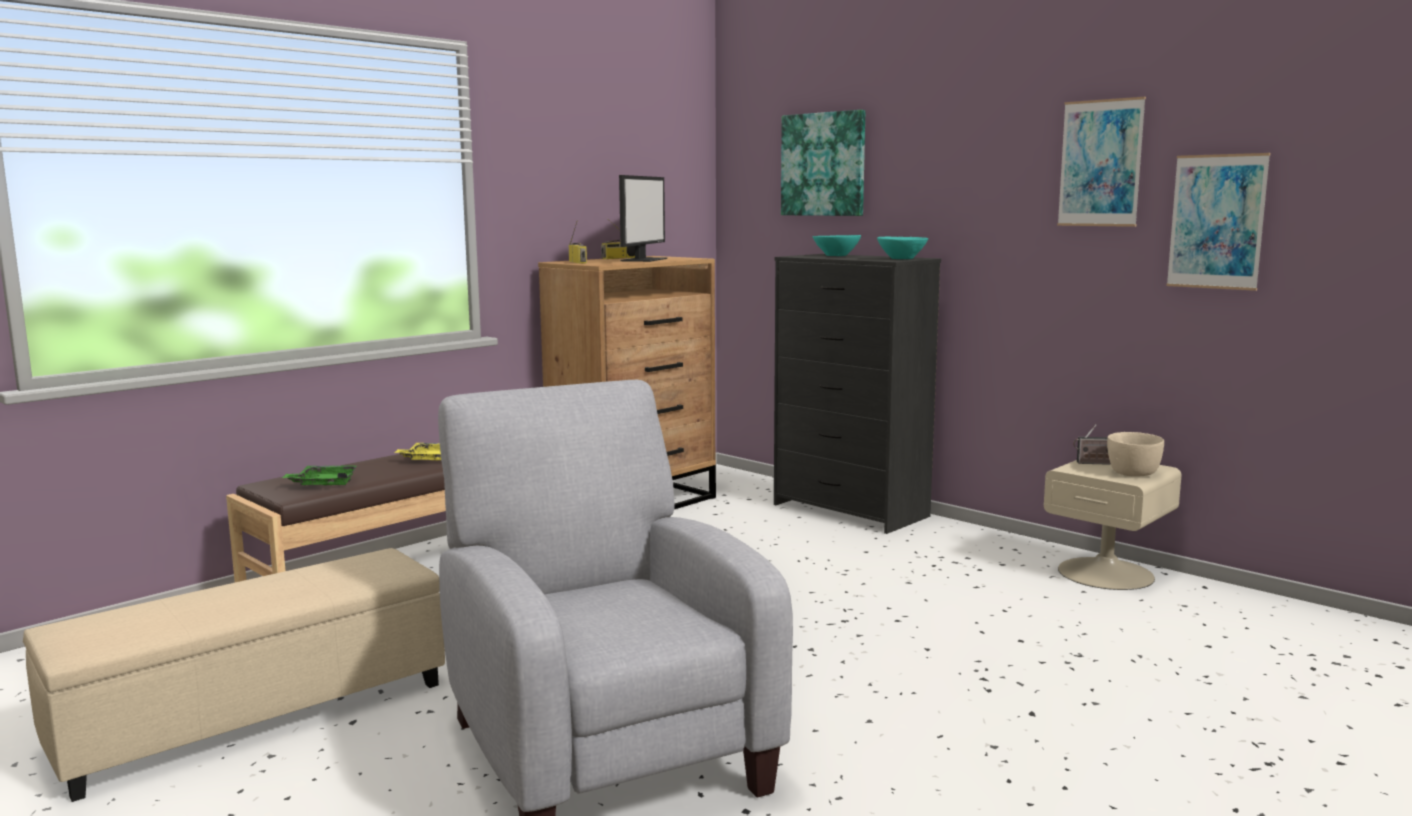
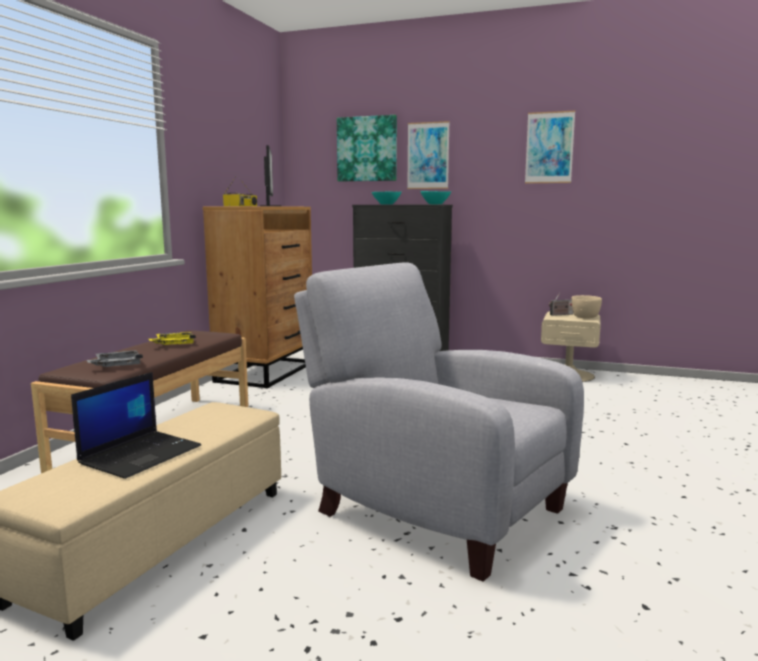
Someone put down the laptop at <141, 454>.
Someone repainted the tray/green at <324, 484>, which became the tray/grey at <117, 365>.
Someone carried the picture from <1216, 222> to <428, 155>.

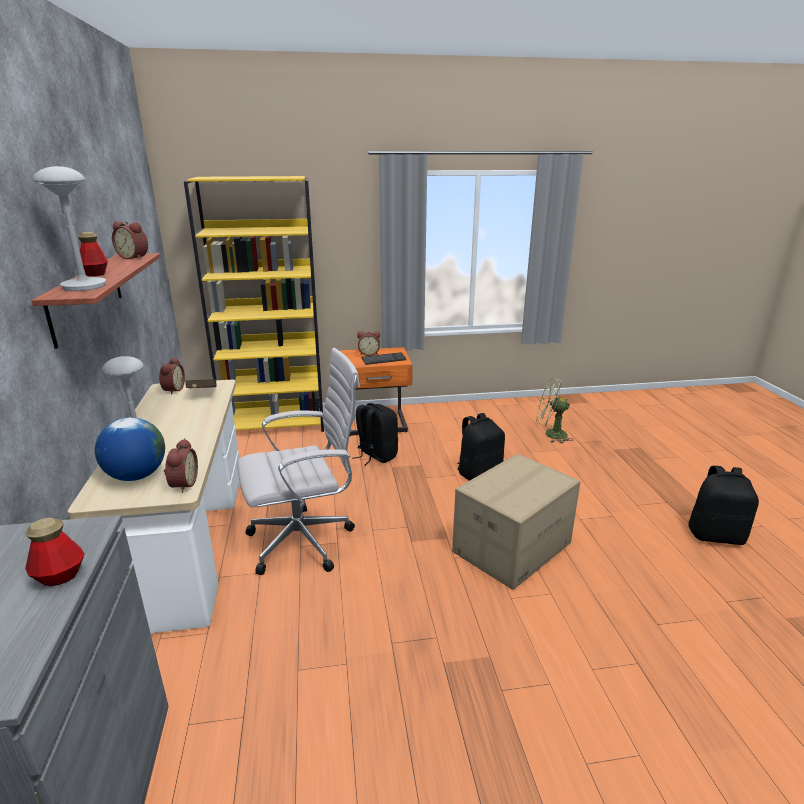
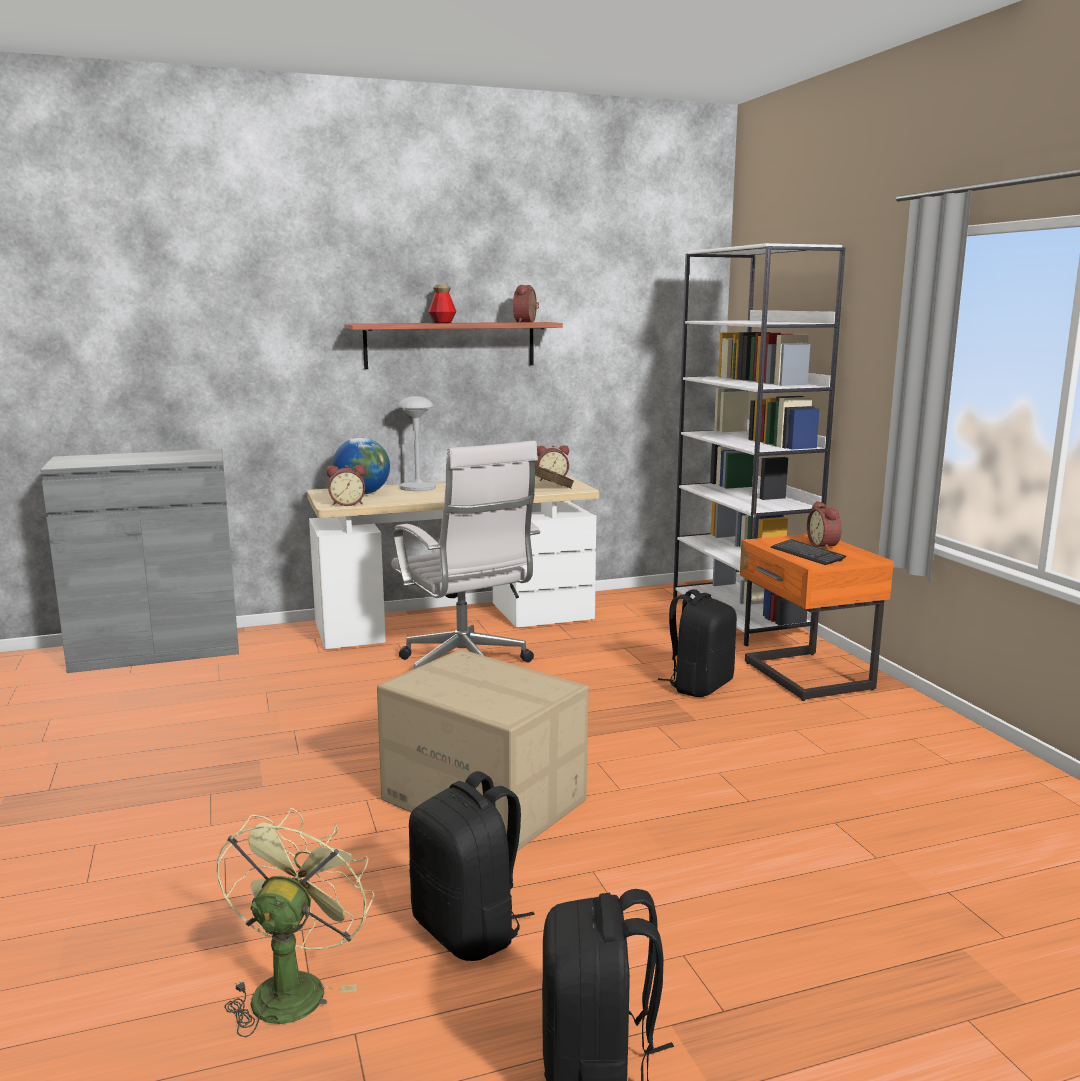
Someone carried the fan/green from <550, 434> to <292, 986>.
Someone carried the backpack/black from <479, 473> to <469, 930>.
Someone repainted the bookcase/yellow at <275, 423>, which became the bookcase/white at <741, 617>.
Someone took away the bottle at <60, 576>.
Someone took away the table lamp/grey at <84, 286>.

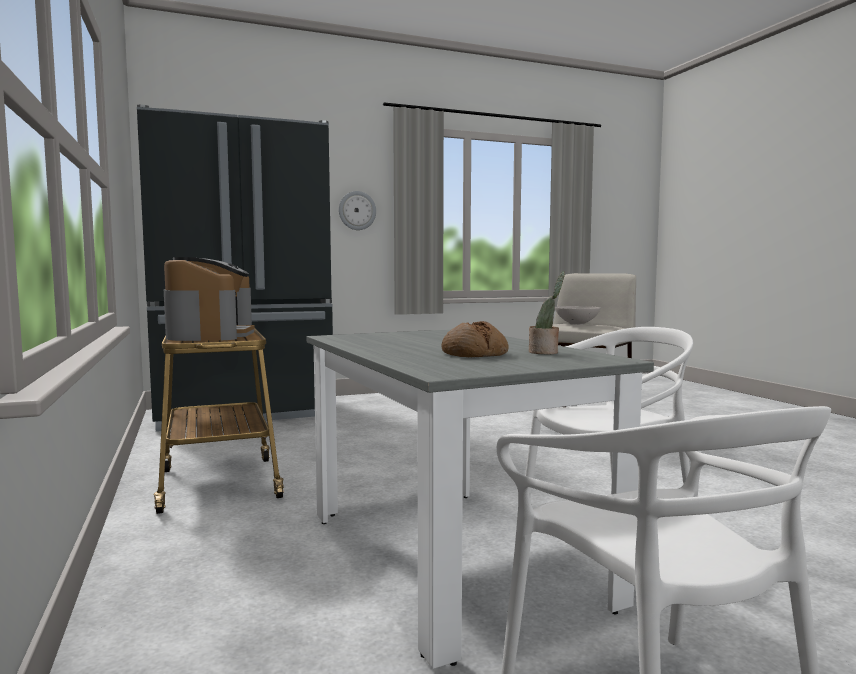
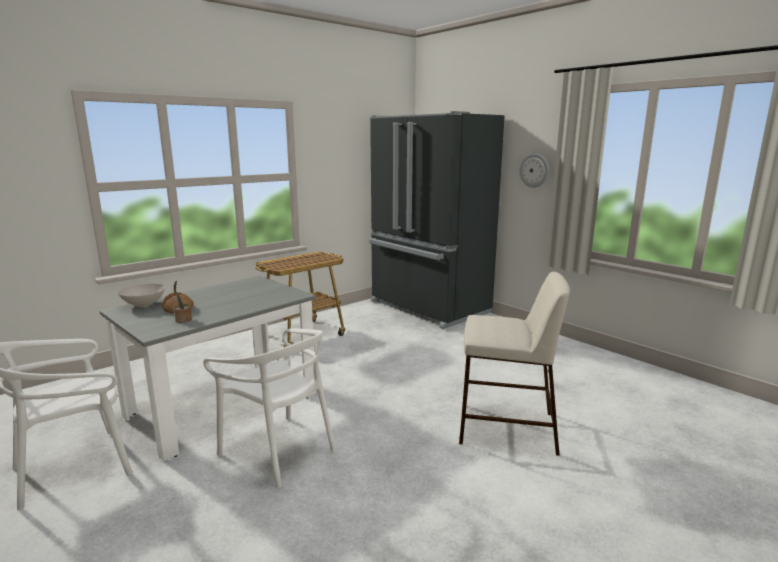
Someone carried the bowl/white from <576, 324> to <143, 304>.
Someone took away the coffee machine at <210, 334>.

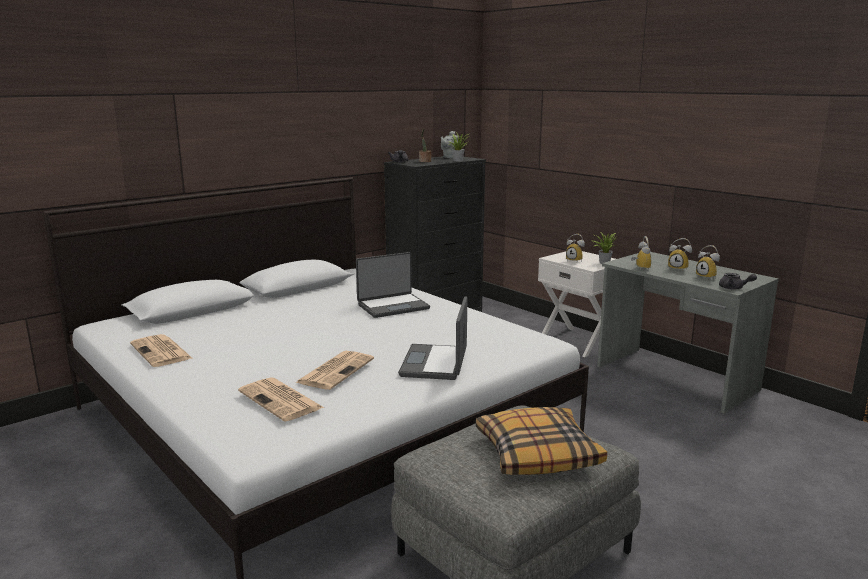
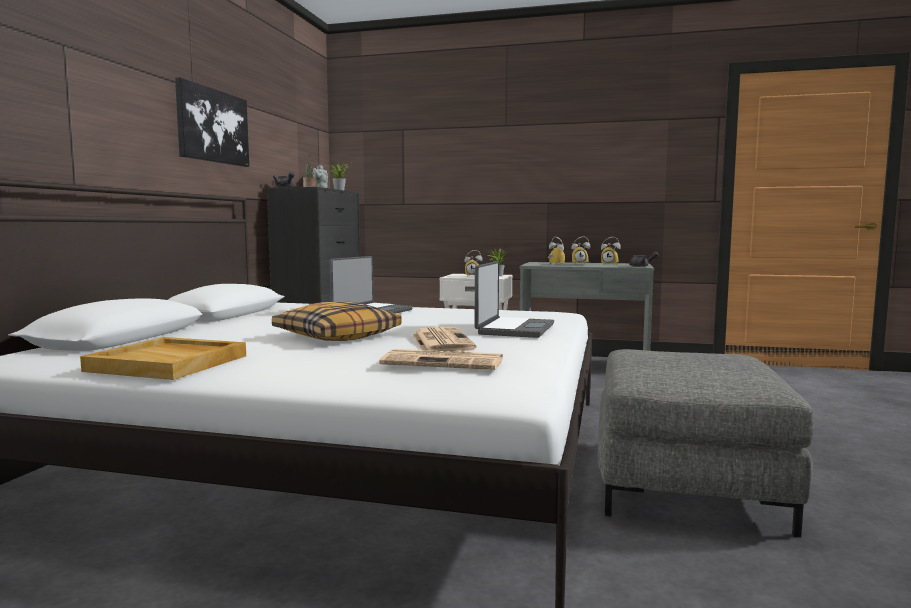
Someone swapped the newspaper at <162, 352> for the tray/beige at <170, 363>.
Someone put up the picture at <212, 126>.
Someone carried the pillow from <537, 453> to <337, 336>.
Someone rotated the laptop at <435, 363> by 135 degrees counterclockwise.

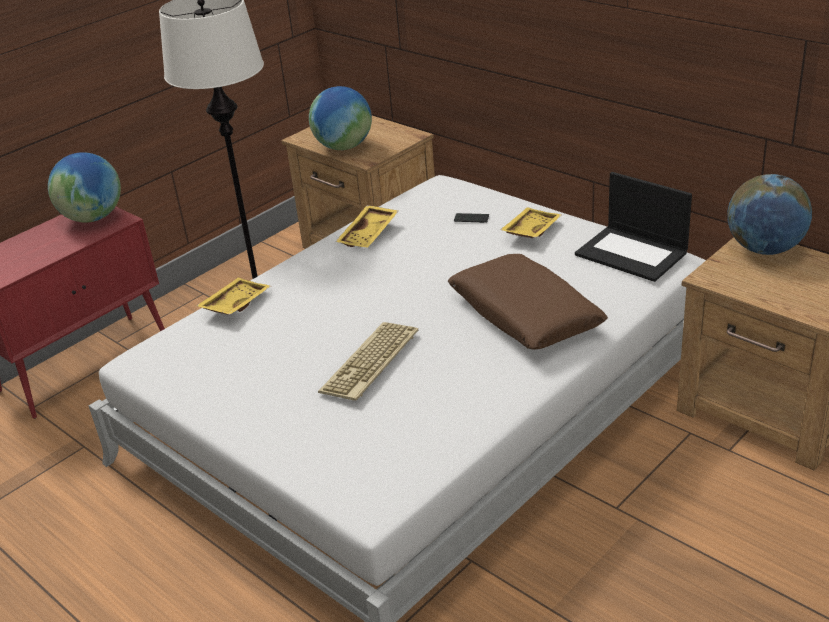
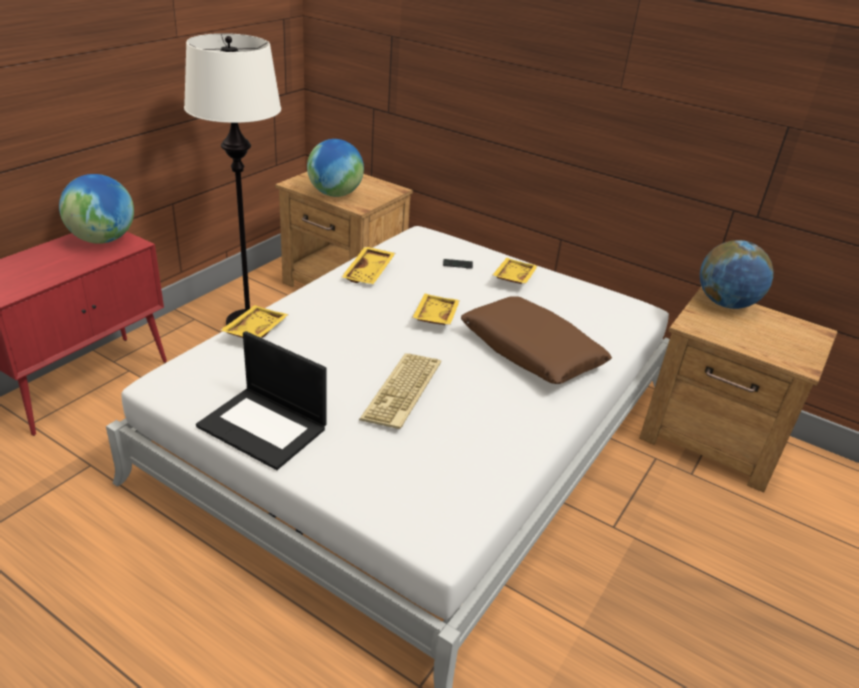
Someone carried the laptop from <632, 253> to <264, 427>.
Someone put down the tray/yellow at <434, 316>.

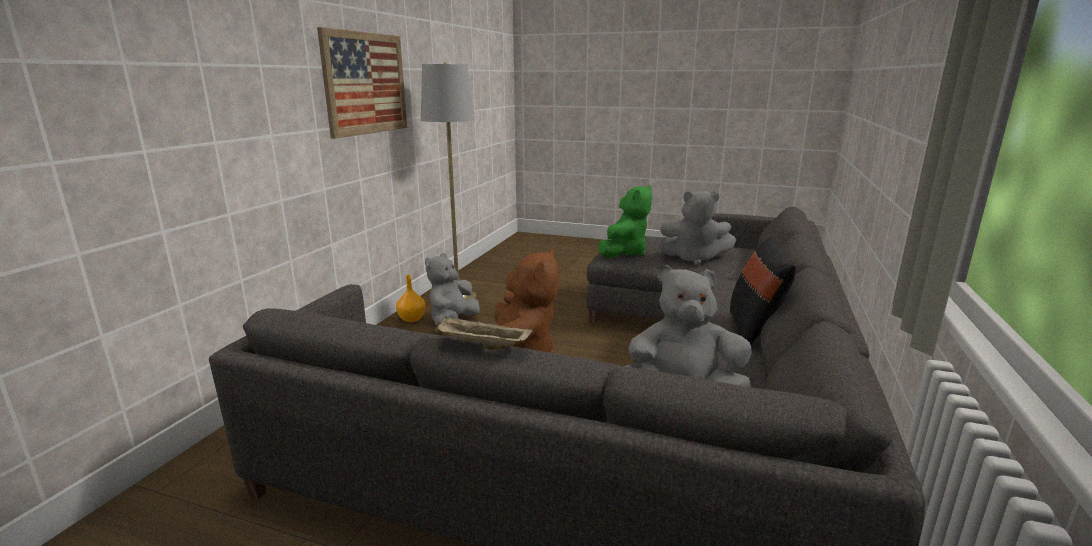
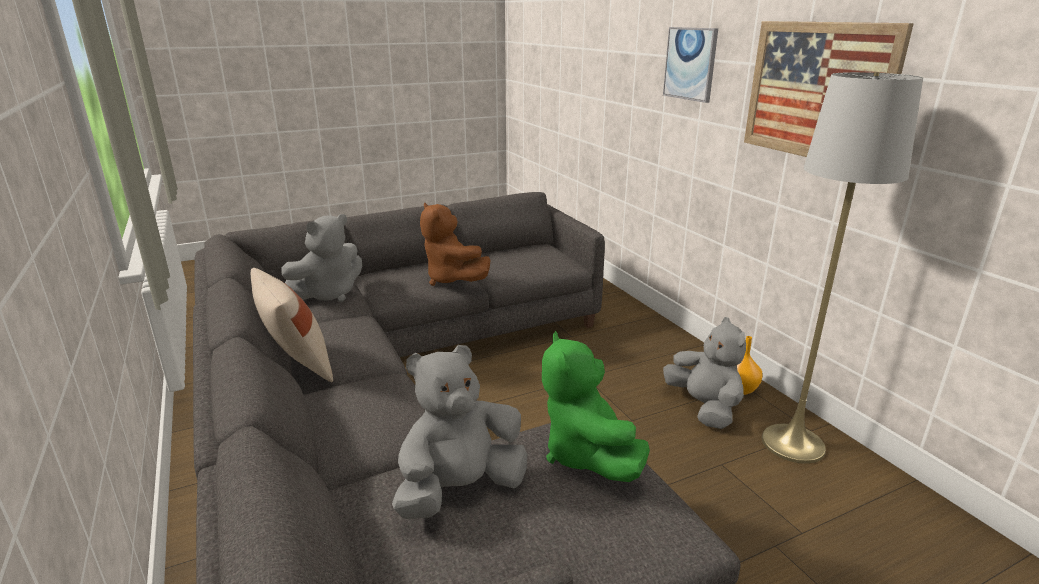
Someone repainted the pillow/black at <754, 332>, which became the pillow/beige at <297, 366>.
Someone put up the picture at <690, 64>.
Someone took away the tray/beige at <481, 346>.

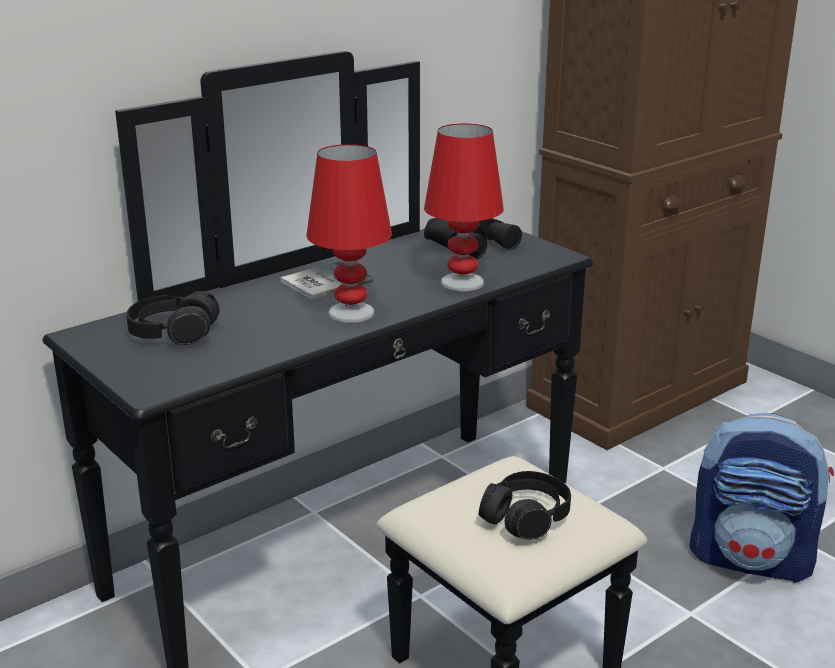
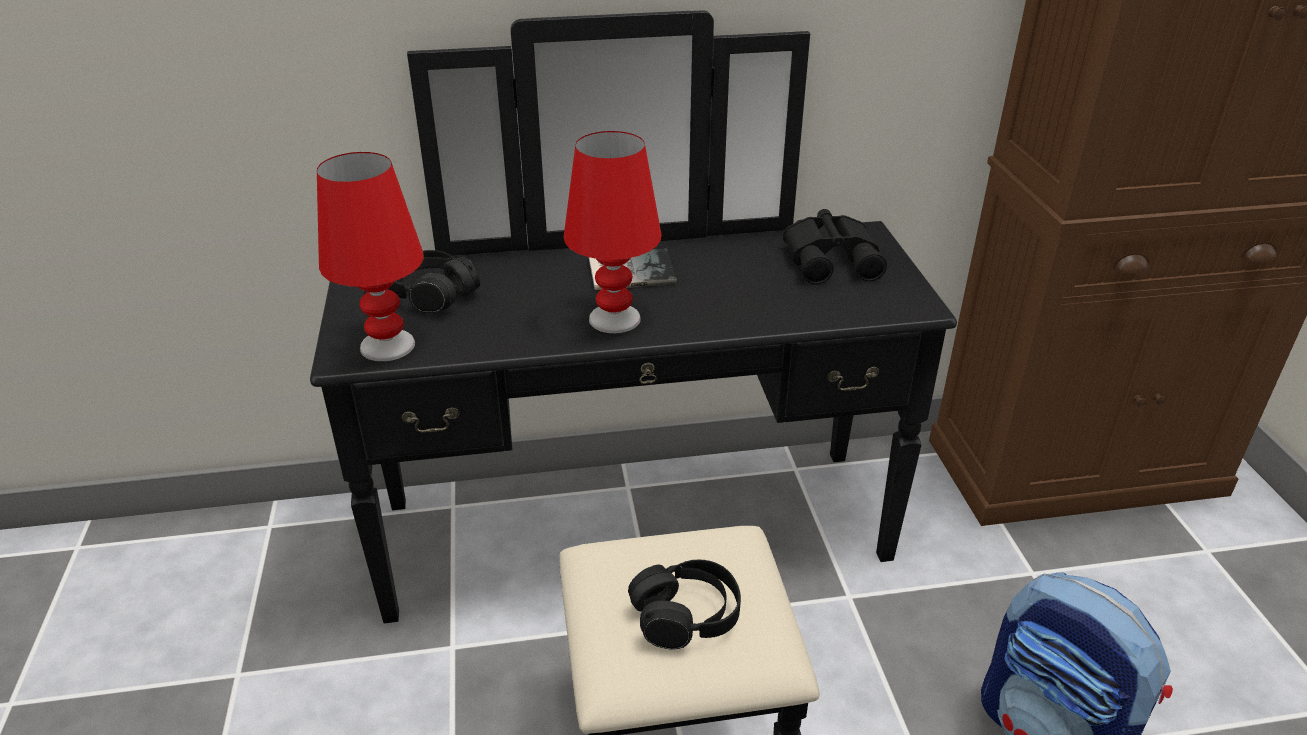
Someone carried the table lamp/red from <463, 282> to <388, 346>.

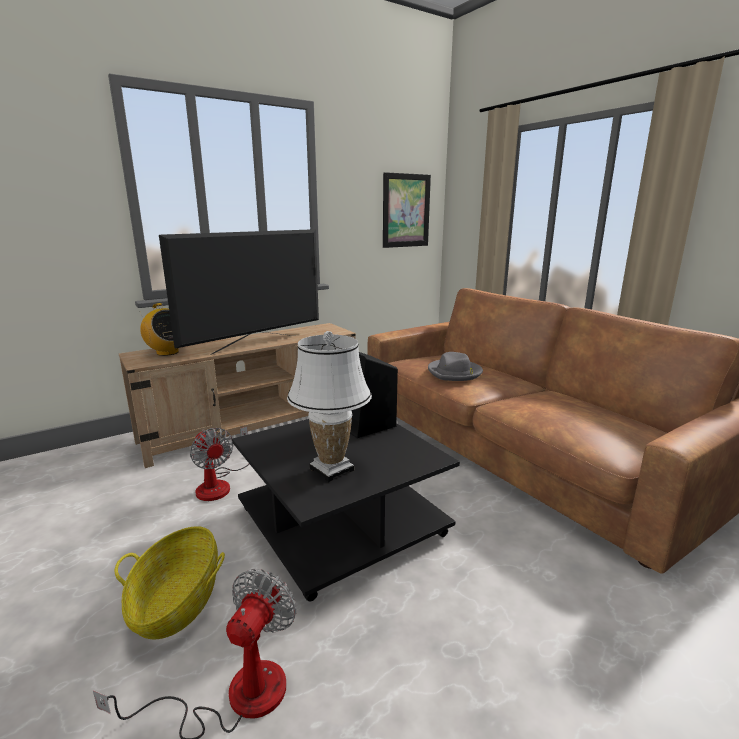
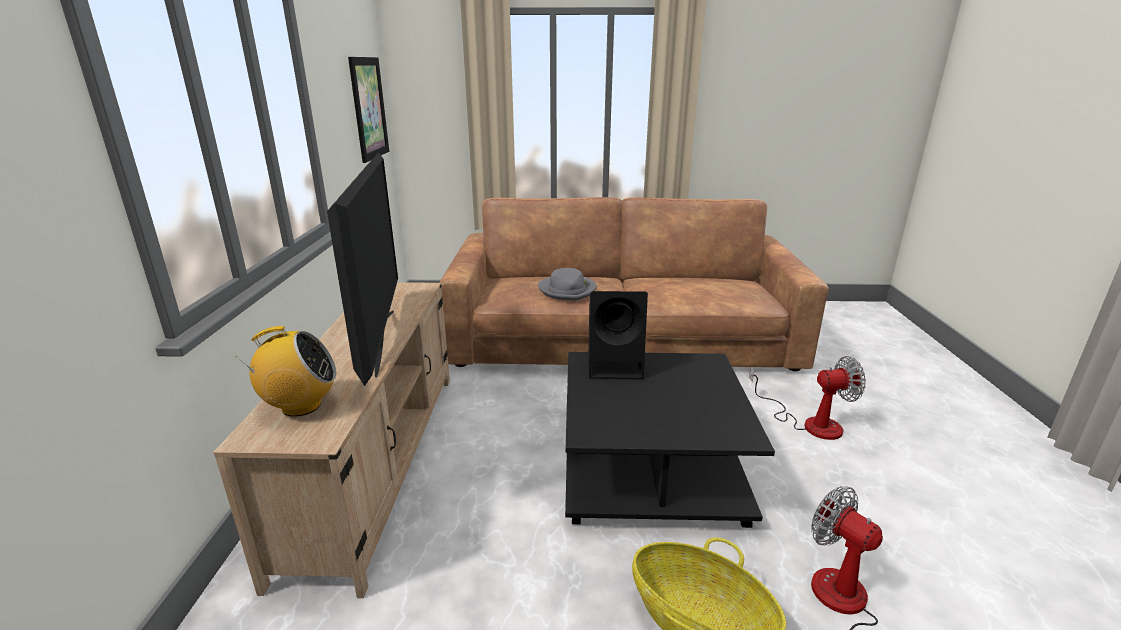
Someone carried the fan from <220, 484> to <809, 423>.
Someone took away the table lamp/white at <332, 469>.

